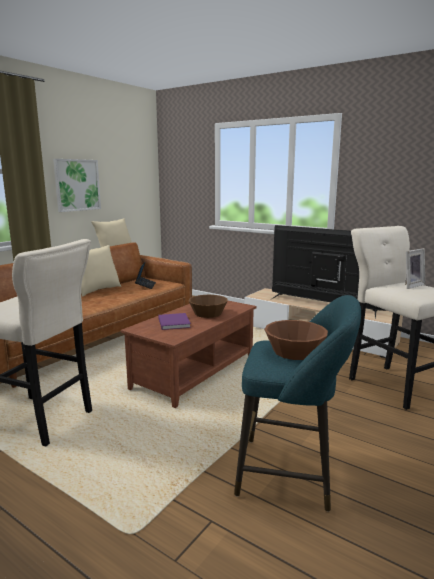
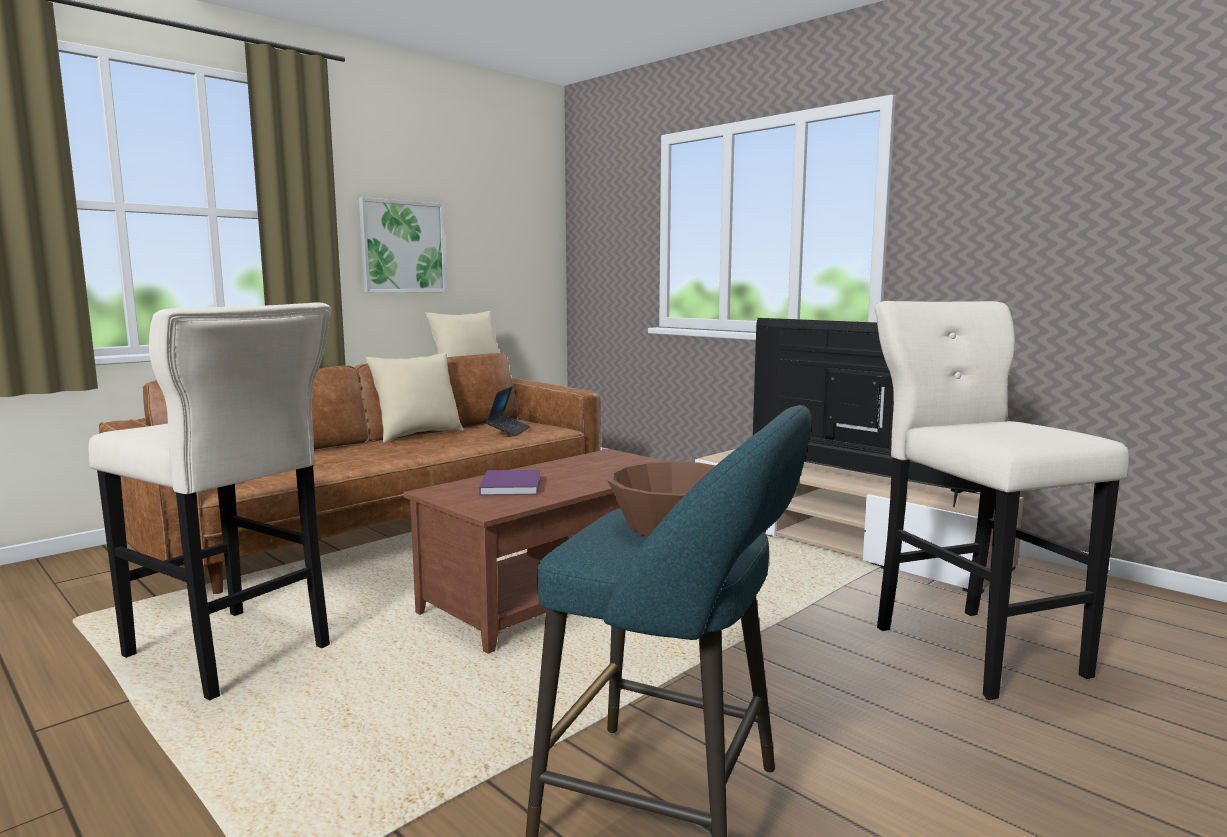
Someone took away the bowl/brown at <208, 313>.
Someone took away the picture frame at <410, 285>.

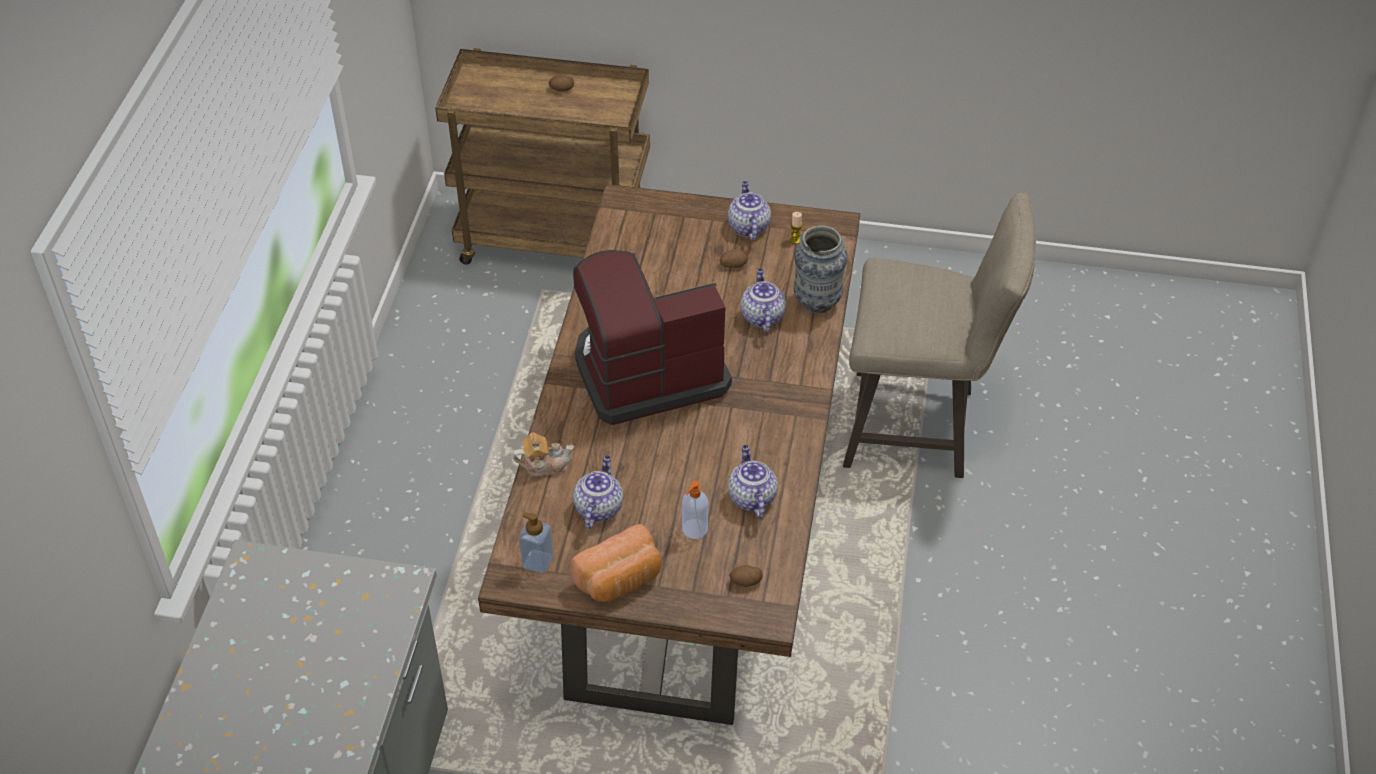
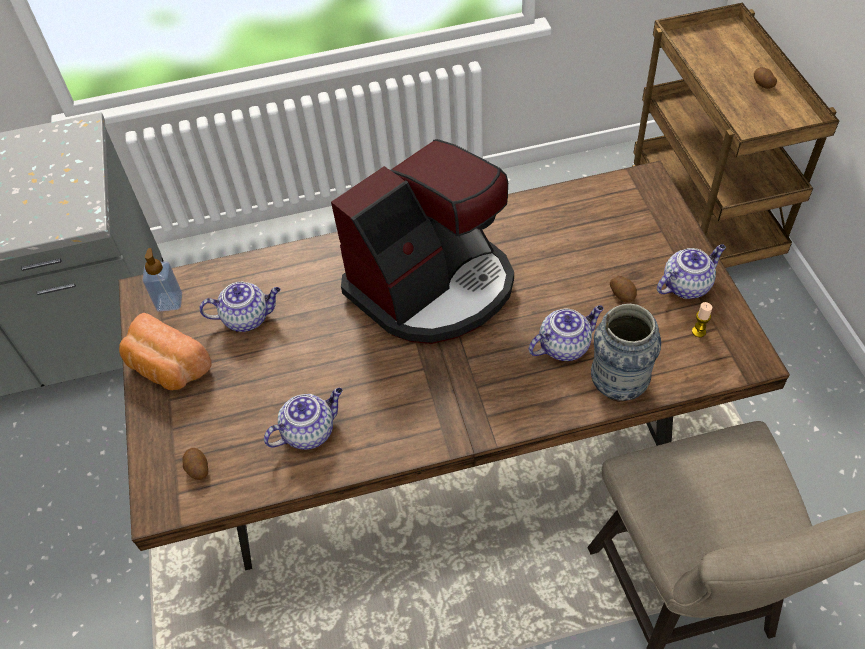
Someone rotated the coffee machine at <647, 371> by 90 degrees clockwise.
Someone took away the teapot at <544, 465>.
Someone took away the soap dispenser at <694, 530>.

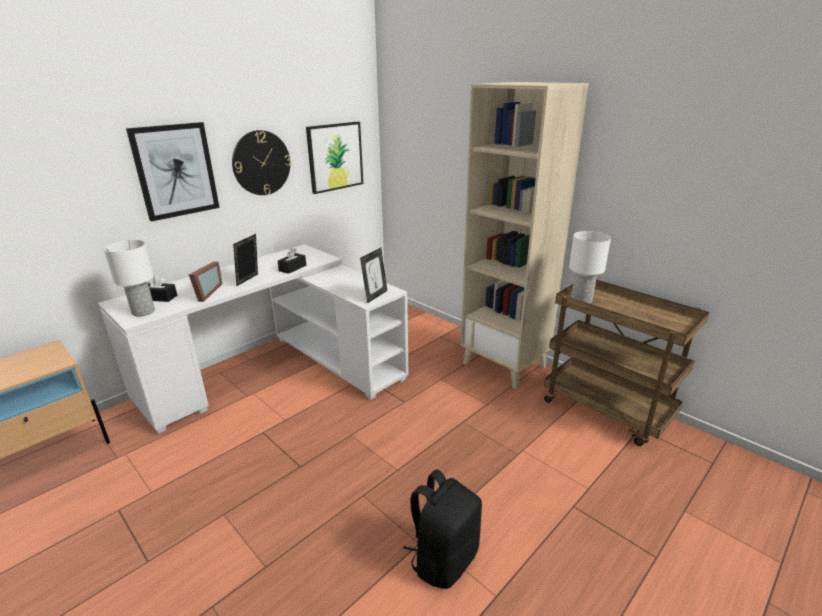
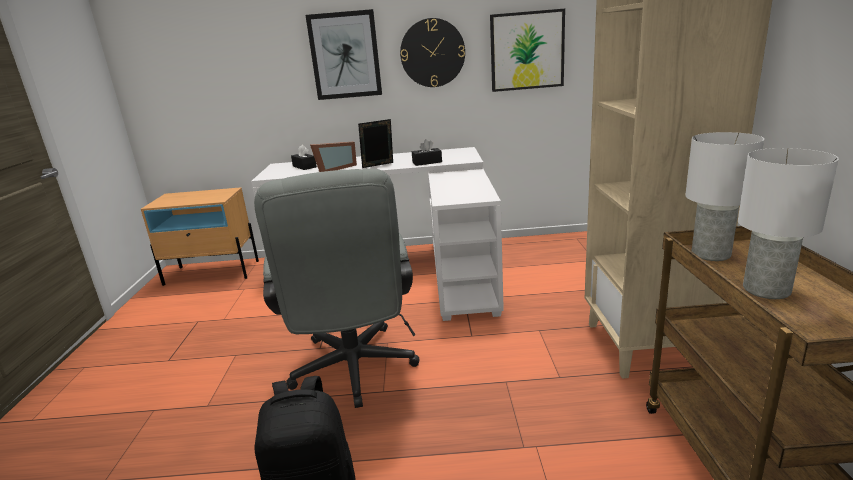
Someone put down the office chair/grey at <354, 373>.
Someone carried the table lamp/white from <143, 311> to <765, 289>.
Someone took away the picture frame at <375, 296>.

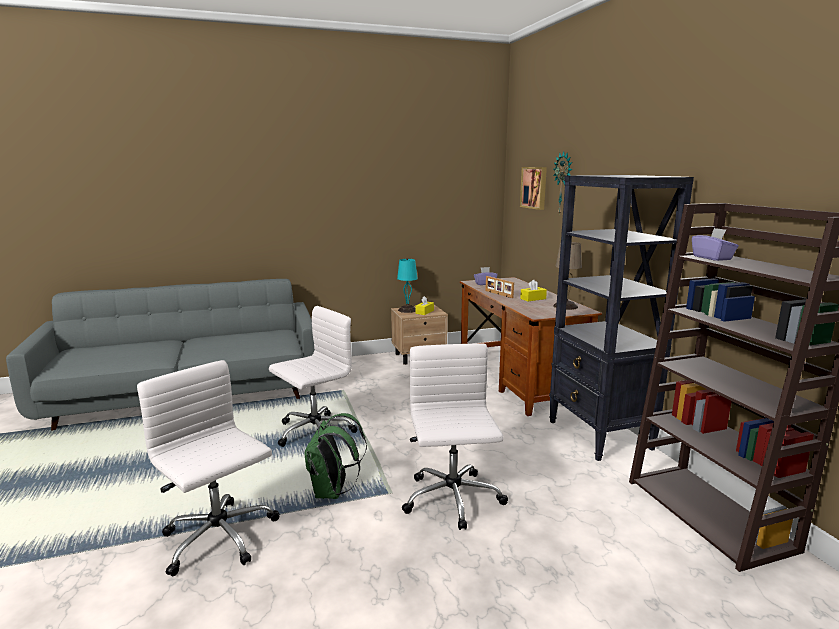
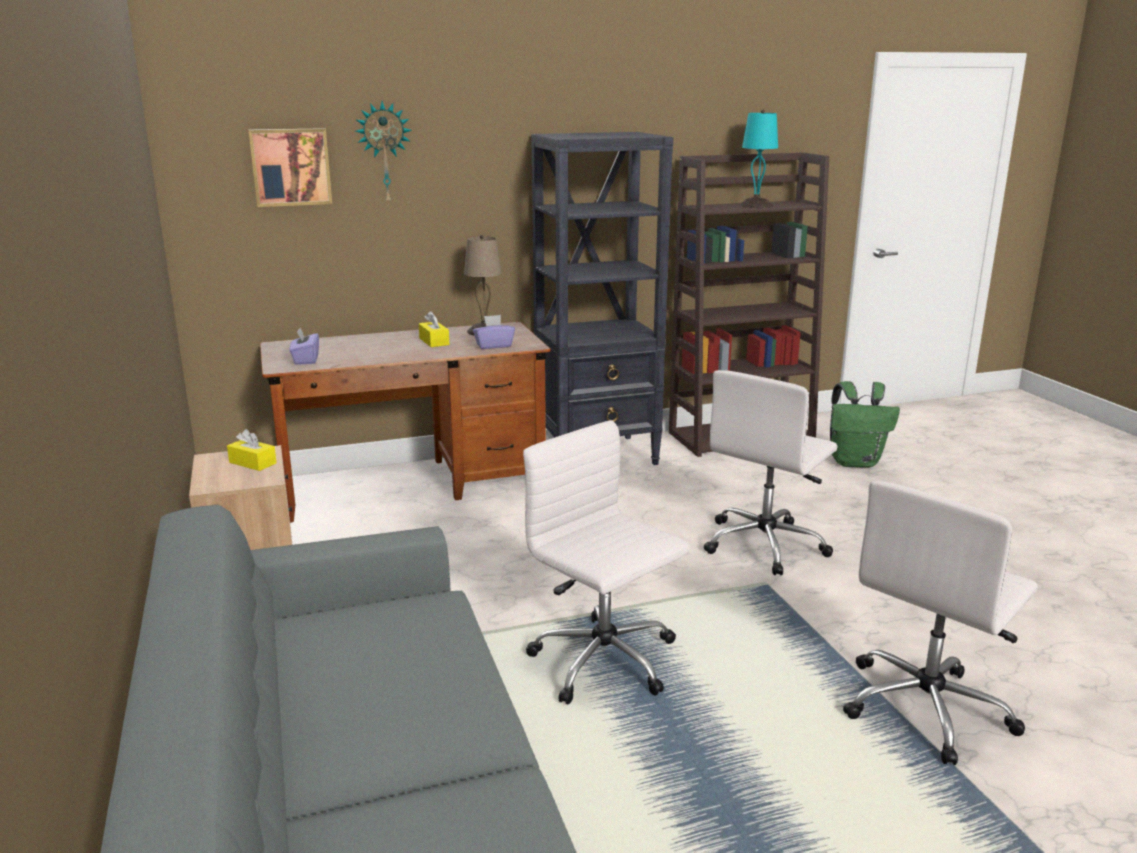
Someone carried the tissue box/purple from <712, 258> to <493, 345>.
Someone rotated the office chair/white at <452, 500> by 45 degrees counterclockwise.
Someone carried the table lamp/turquoise from <407, 310> to <756, 206>.
Someone carried the backpack/green from <333, 492> to <855, 462>.
Someone took away the picture frame at <498, 294>.

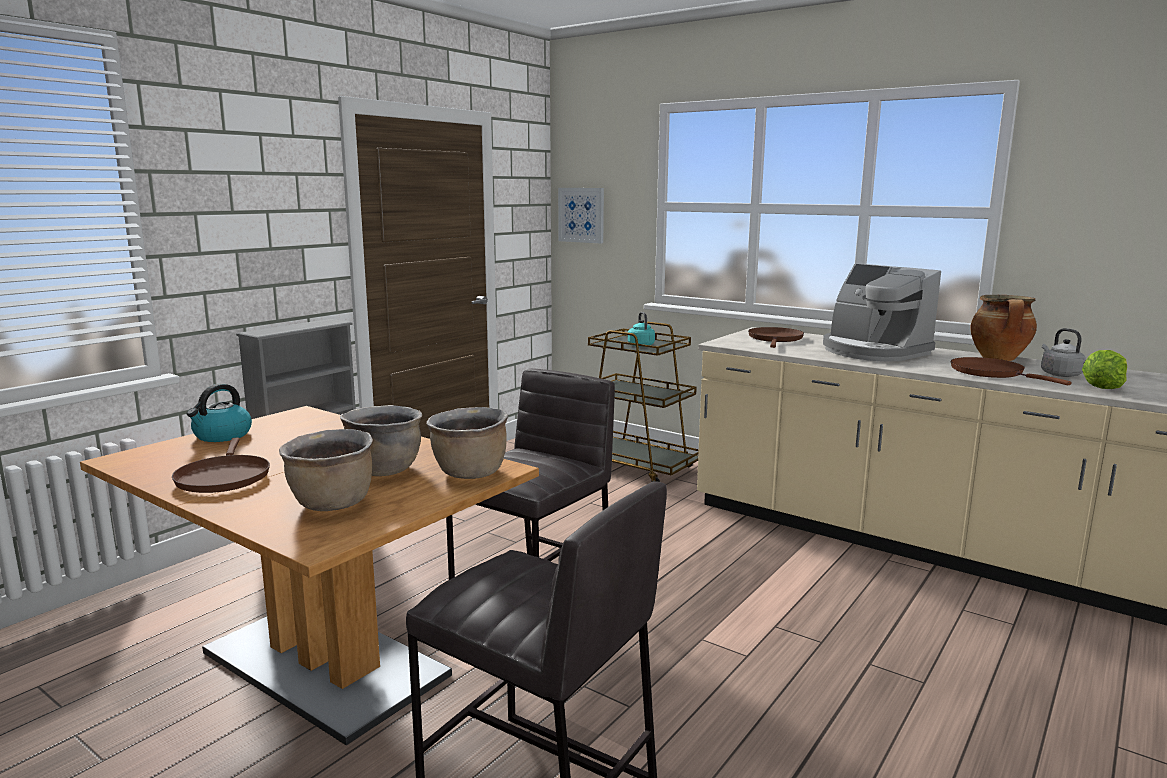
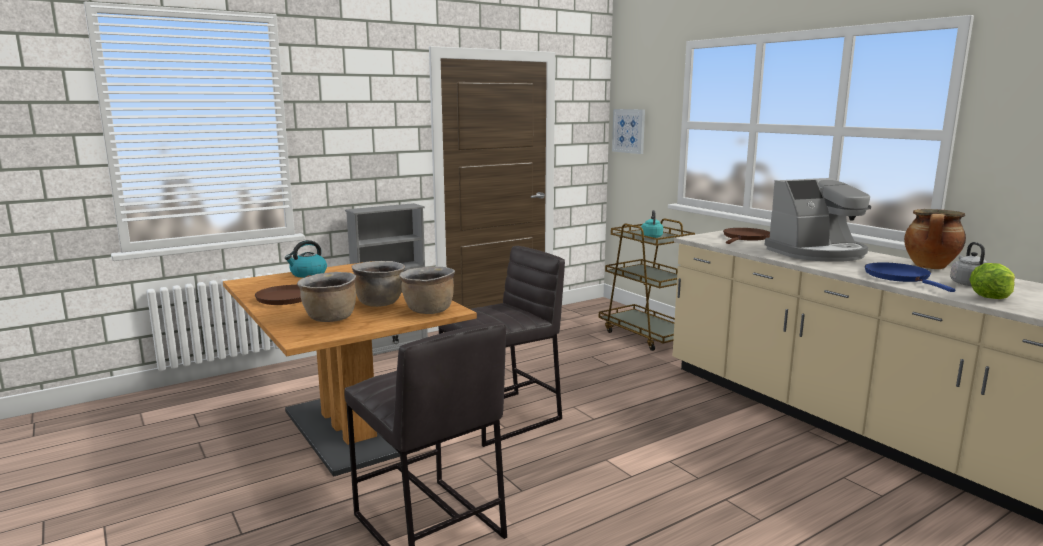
Someone rotated the coffee machine at <873, 351> by 90 degrees counterclockwise.
Someone repainted the frying pan/brown at <991, 373>, which became the frying pan/blue at <900, 277>.

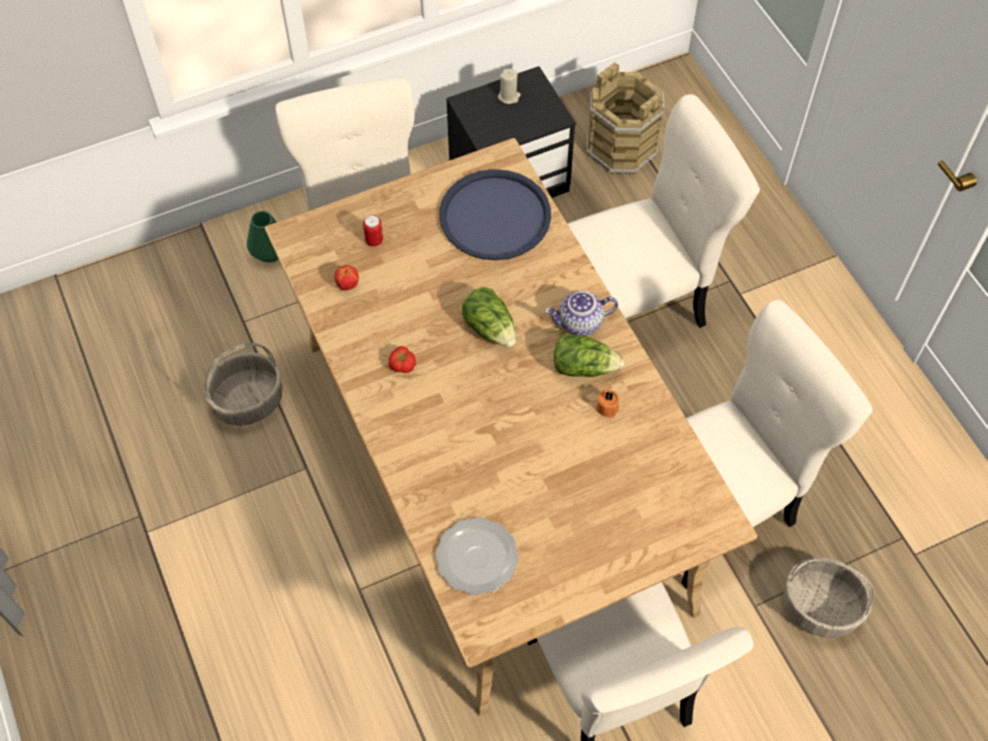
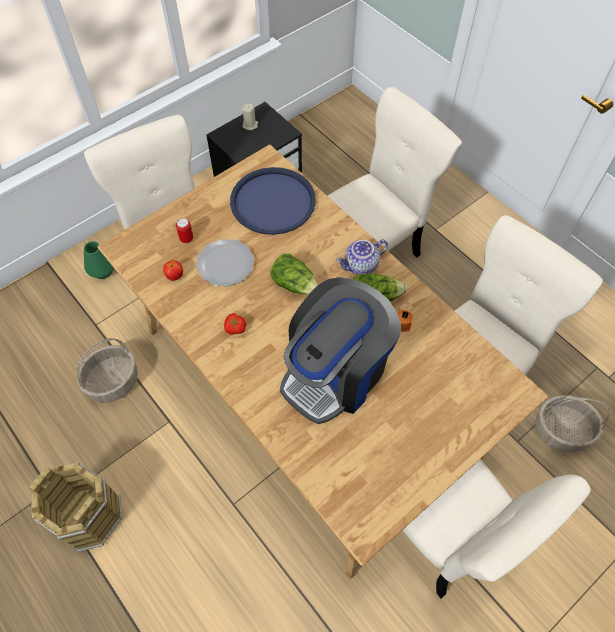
Someone carried the bucket/brown from <621, 147> to <89, 515>.
Someone carried the plate from <476, 558> to <225, 265>.
Someone put down the coffee machine at <336, 372>.

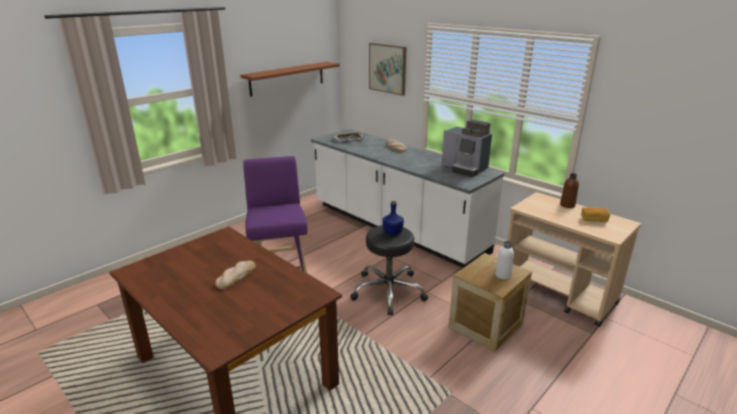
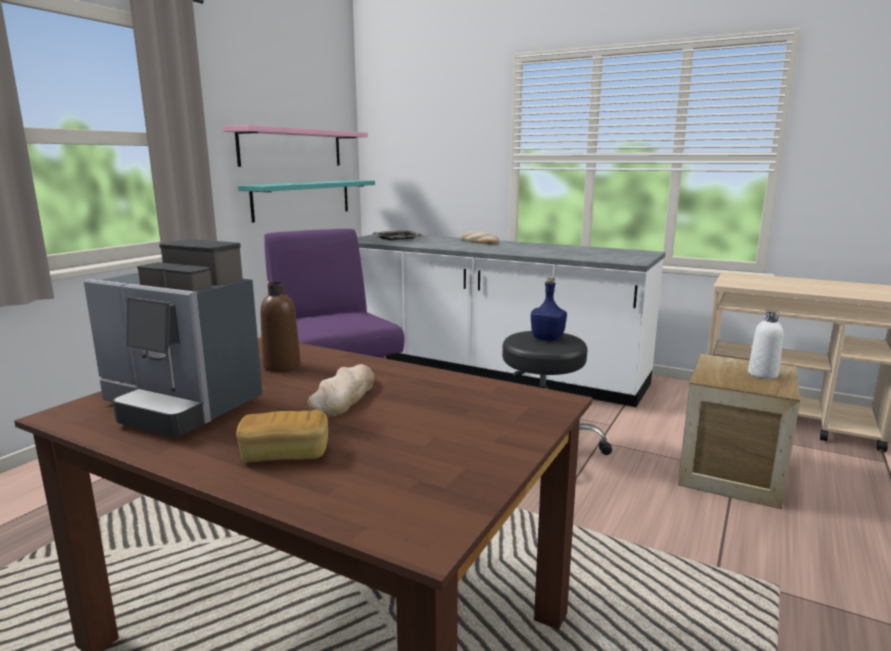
Someone carried the coffee machine from <465, 169> to <181, 406>.
Someone repainted the shelf/brown at <287, 78>, which became the shelf/pink at <292, 148>.
Someone carried the bread from <594, 220> to <285, 454>.
Someone put up the shelf/turquoise at <303, 199>.
Someone carried the bottle/brown from <567, 205> to <282, 366>.
Someone took away the picture at <388, 68>.

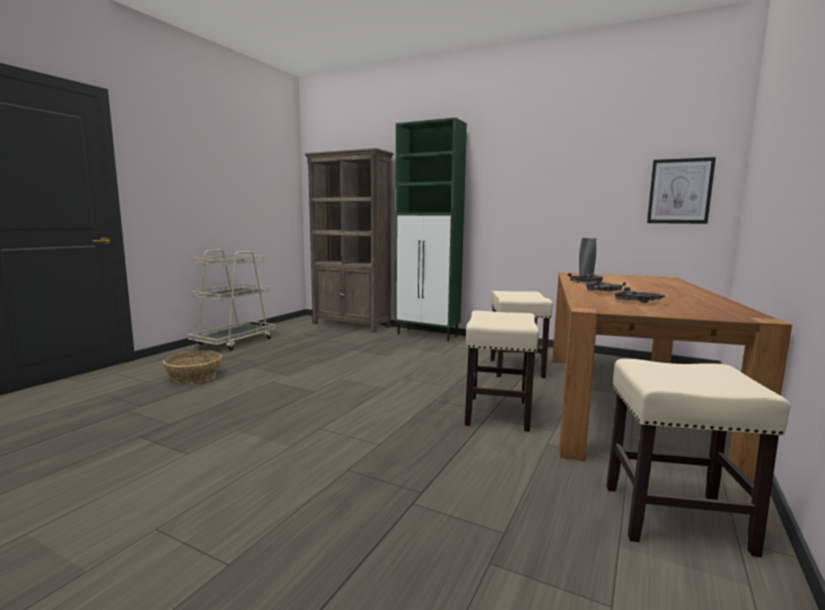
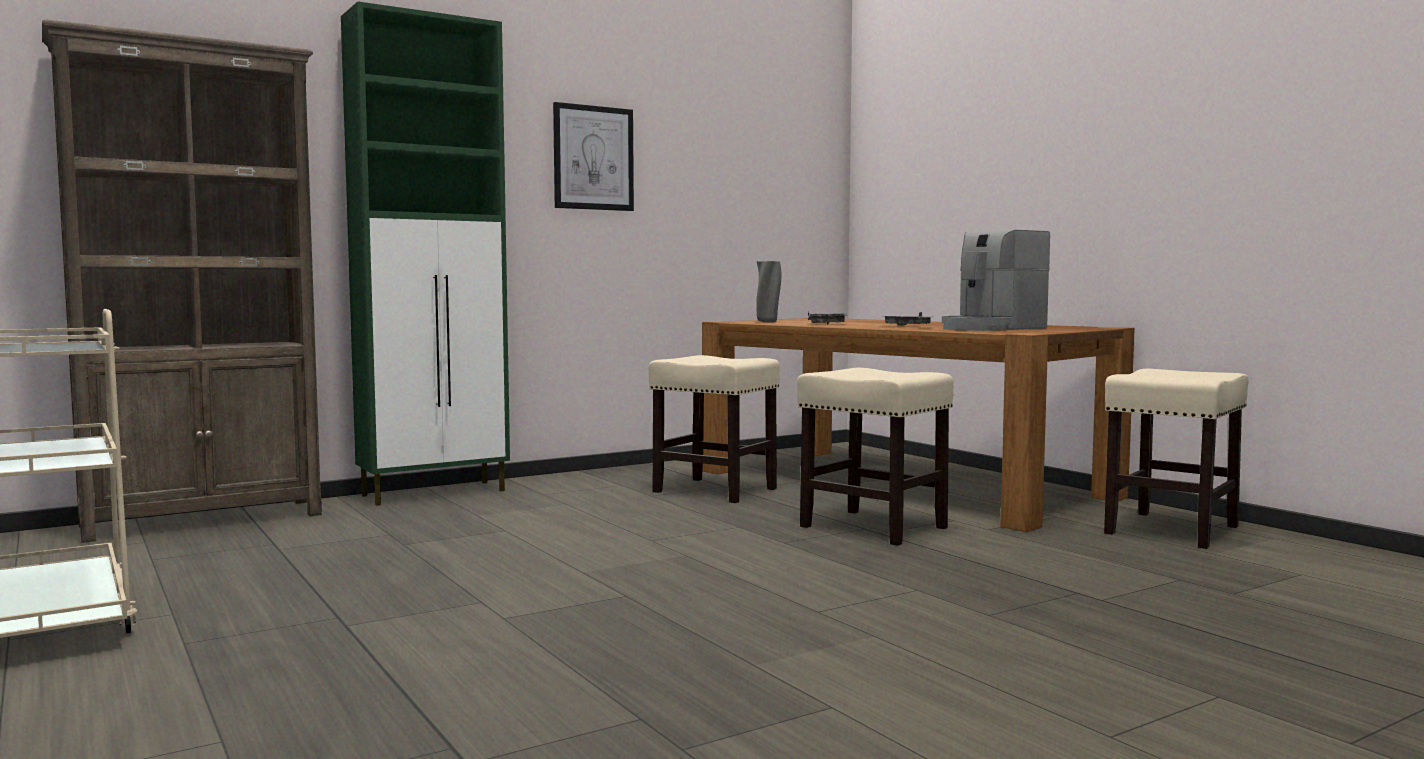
Someone carried the picture from <679, 191> to <593, 158>.
Someone swapped the tray/grey at <637, 302> for the coffee machine at <991, 328>.
Someone took away the basket at <194, 376>.

